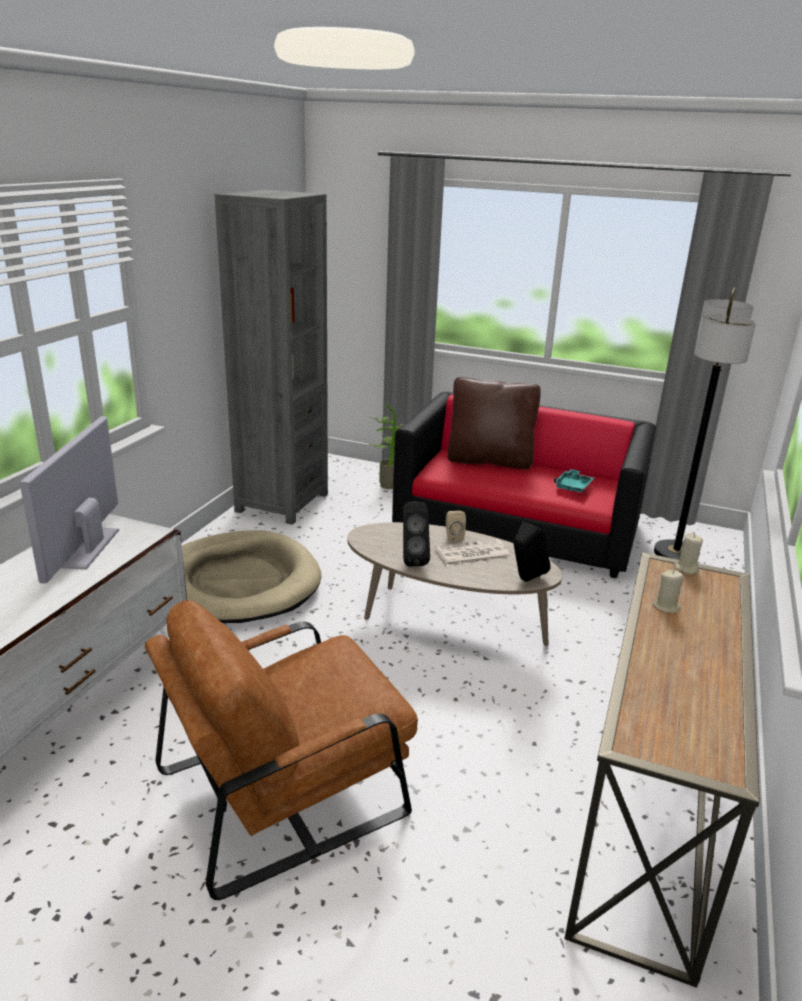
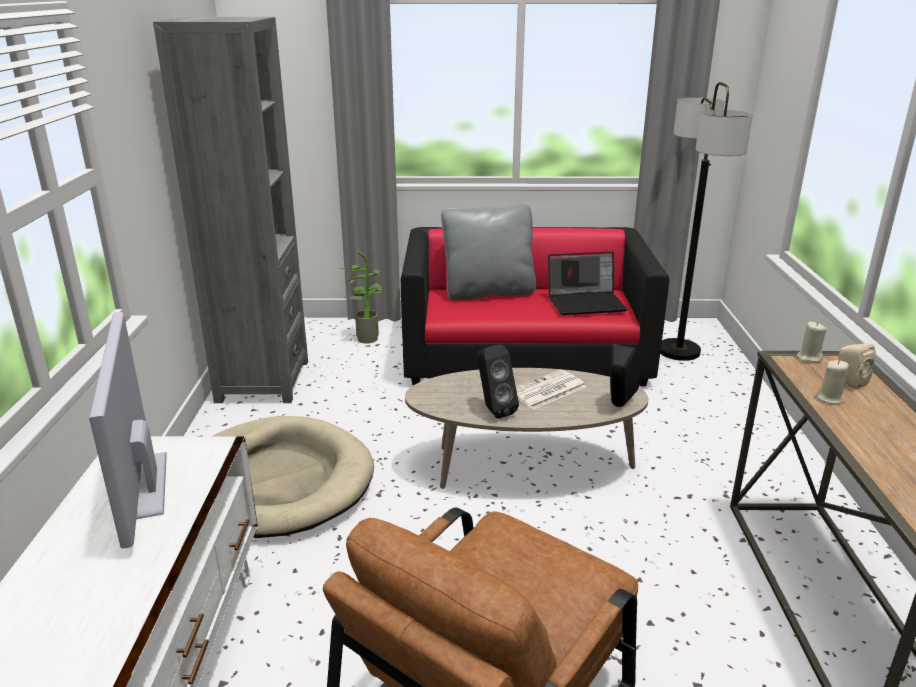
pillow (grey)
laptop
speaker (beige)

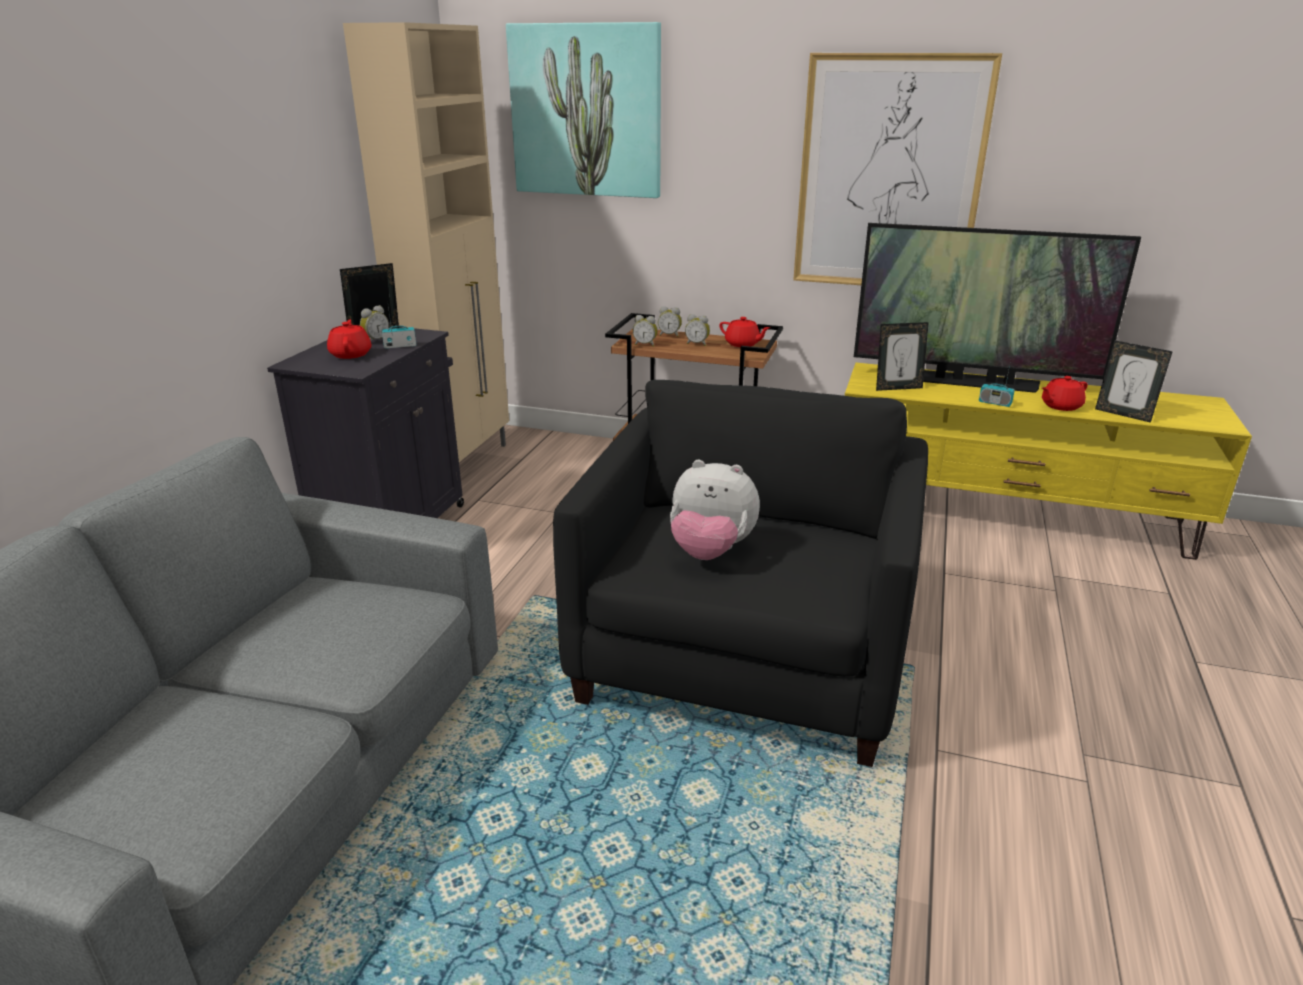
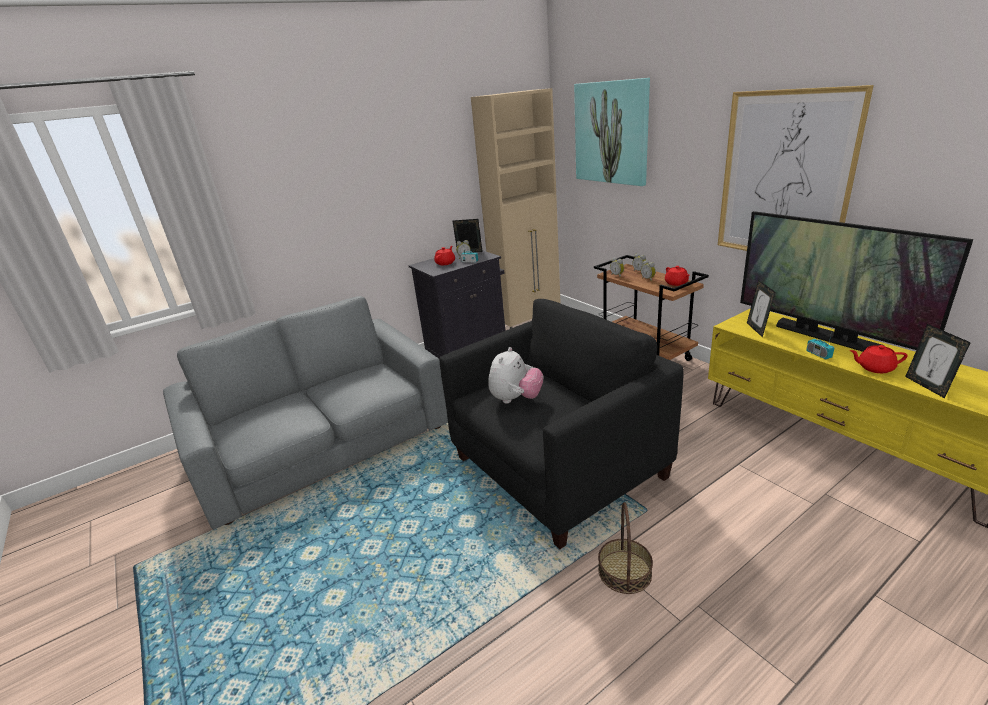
plush toy
basket
picture frame (2nd from left)

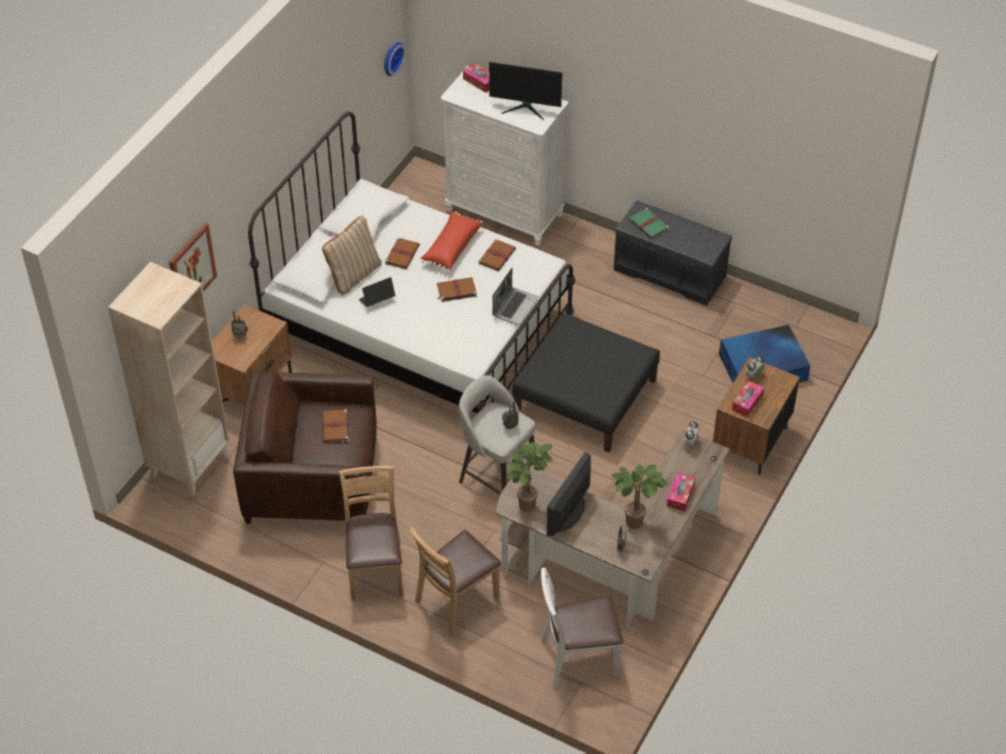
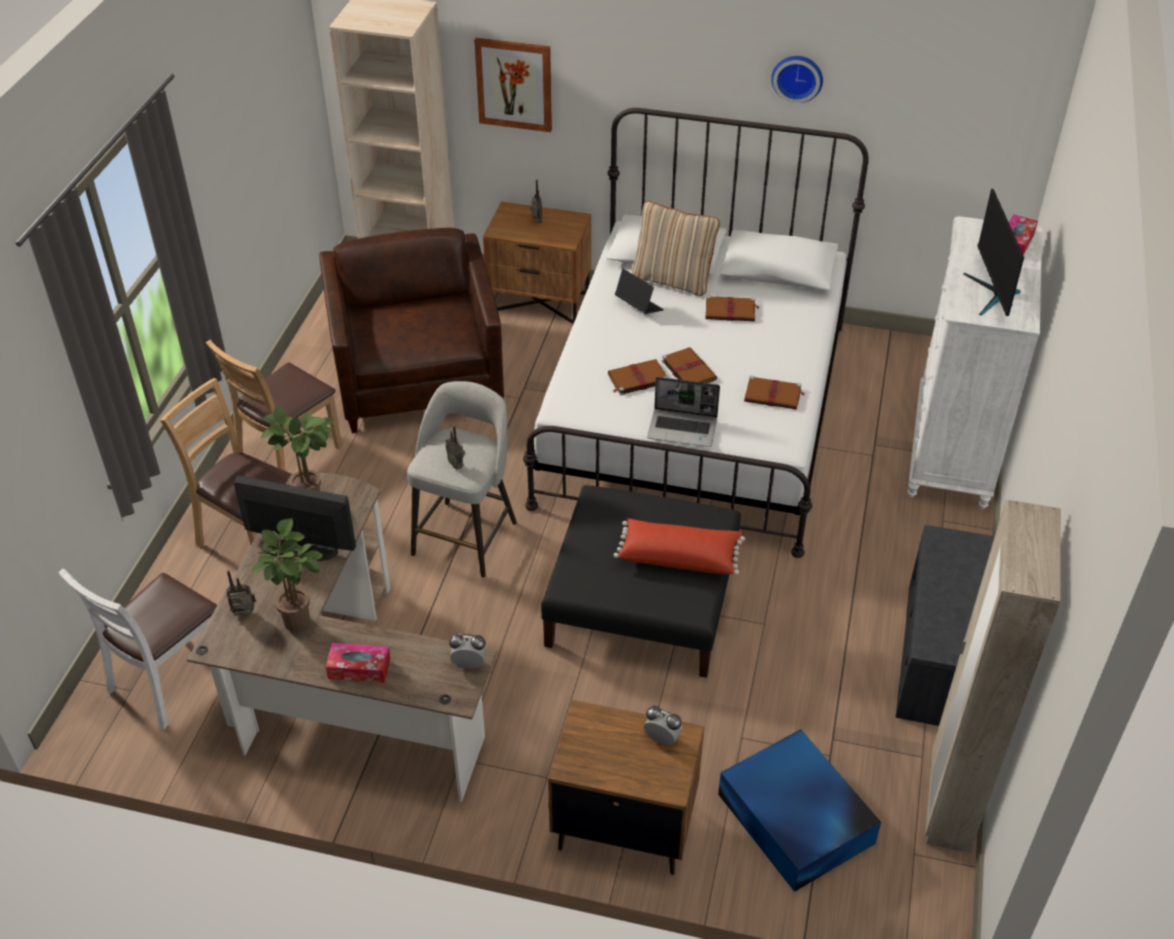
chair (white)
chair (brown) (2nd from left)
book (brown) (1st from left)
pillow (red)
wall clock
wardrobe (beige)
book (green)
tissue box (3rd from left in the first image)

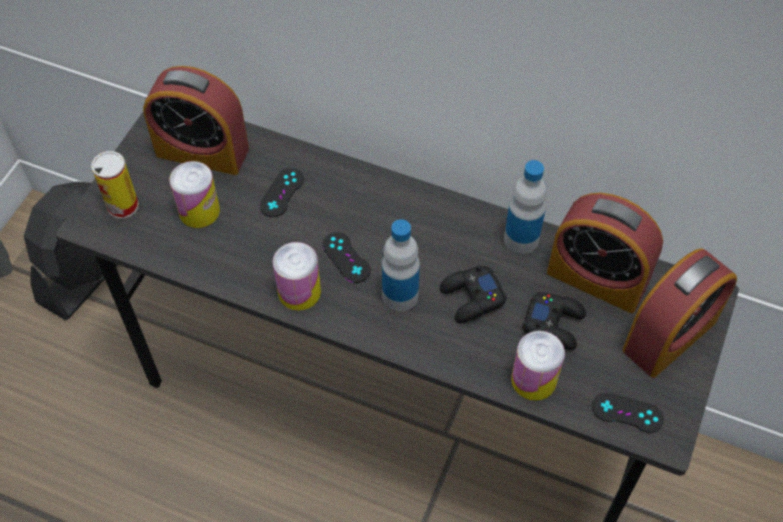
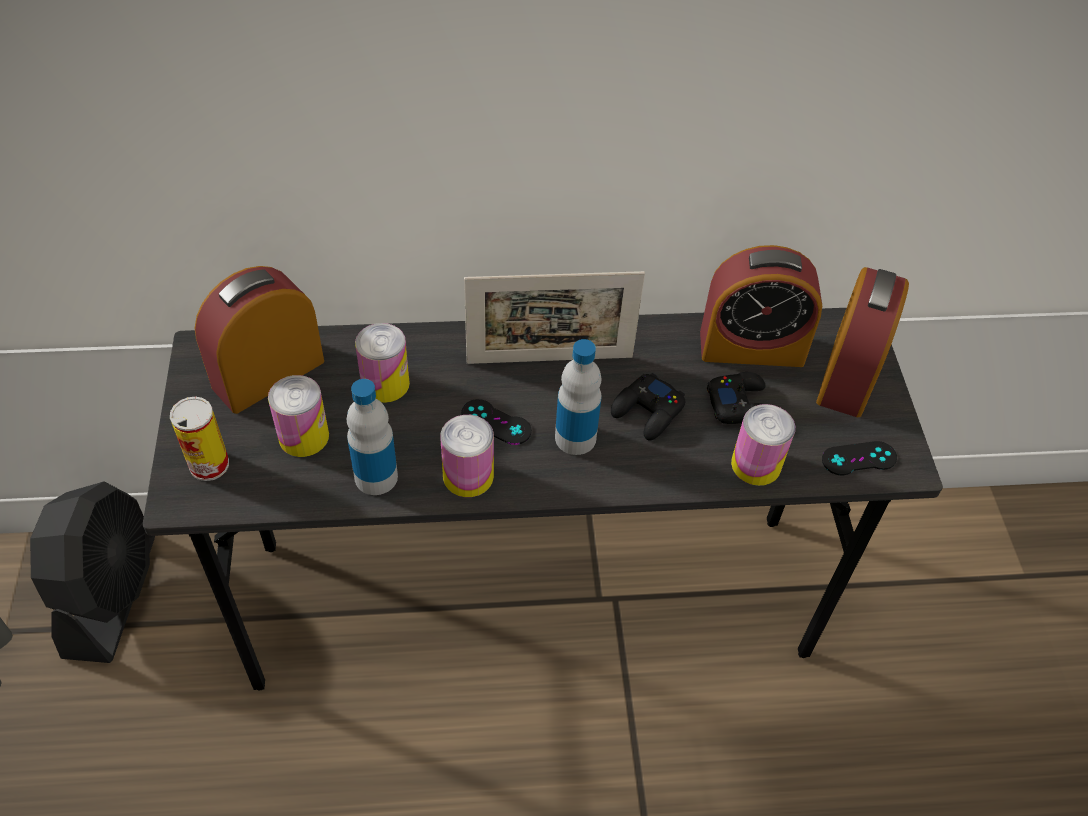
alarm clock (1st from left)
bottle (1st from left)
can (3rd from left)
picture frame

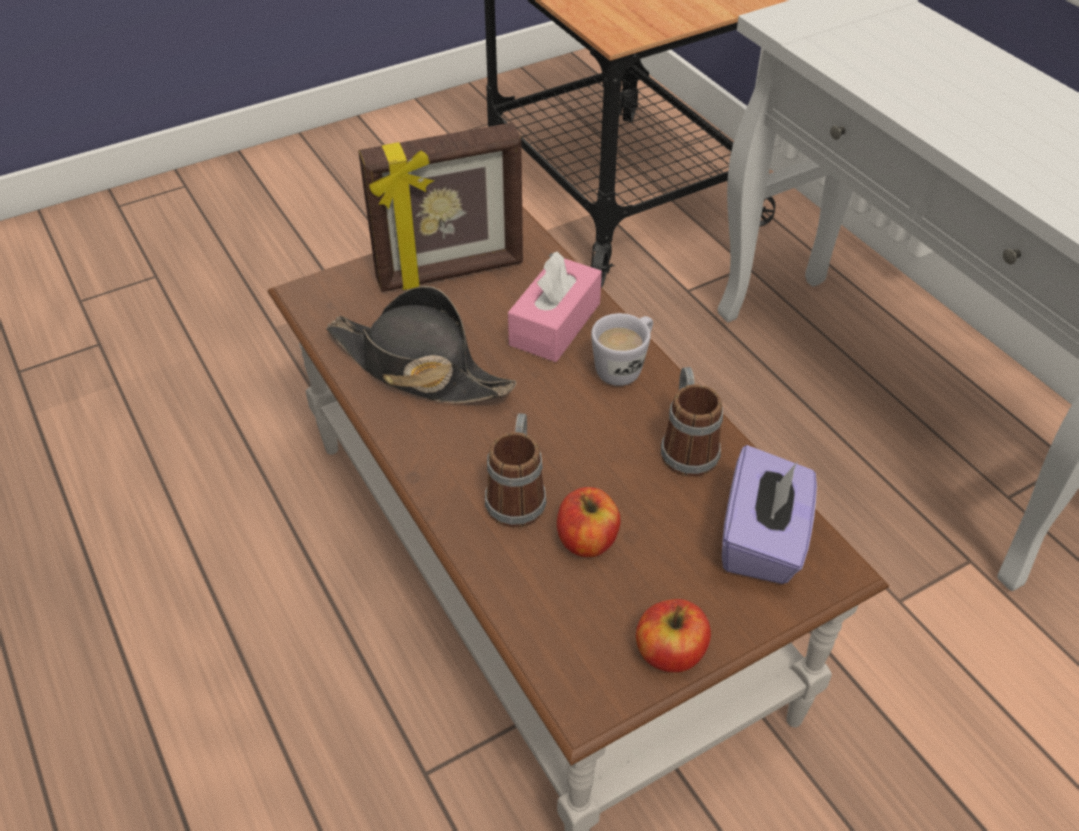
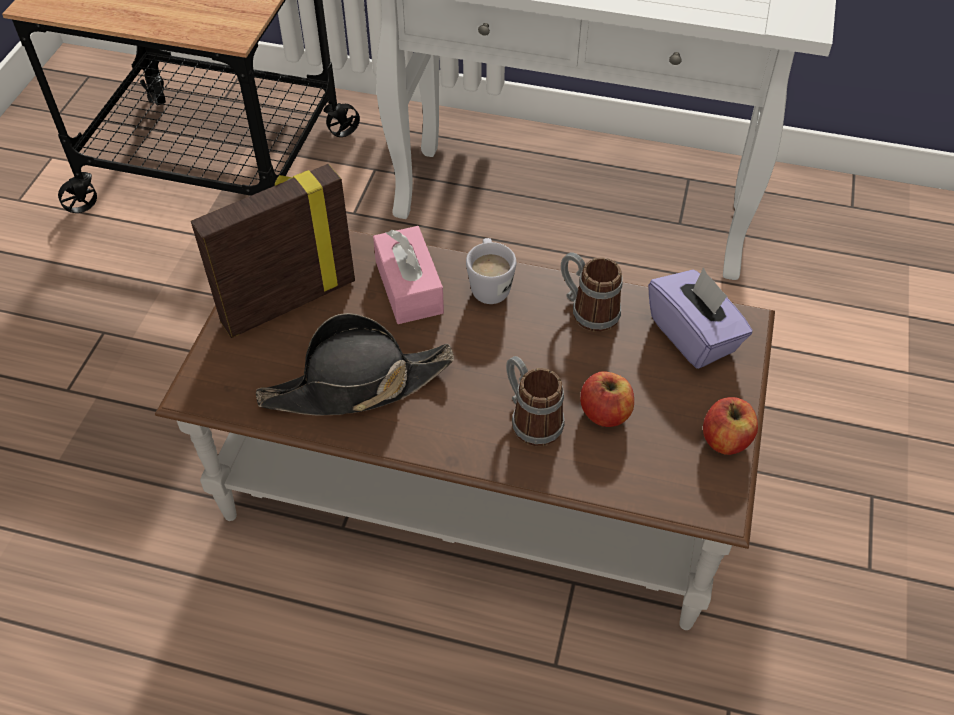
picture frame

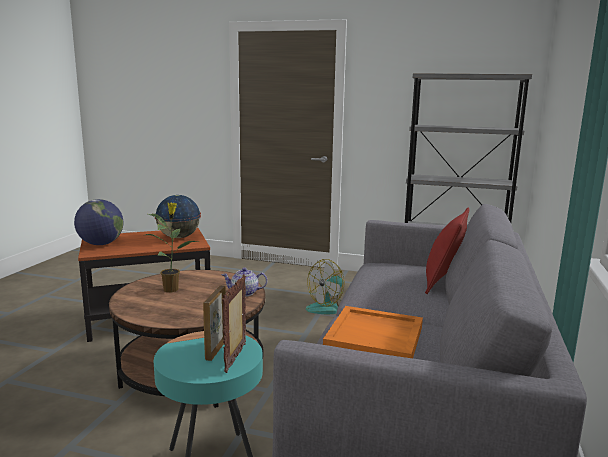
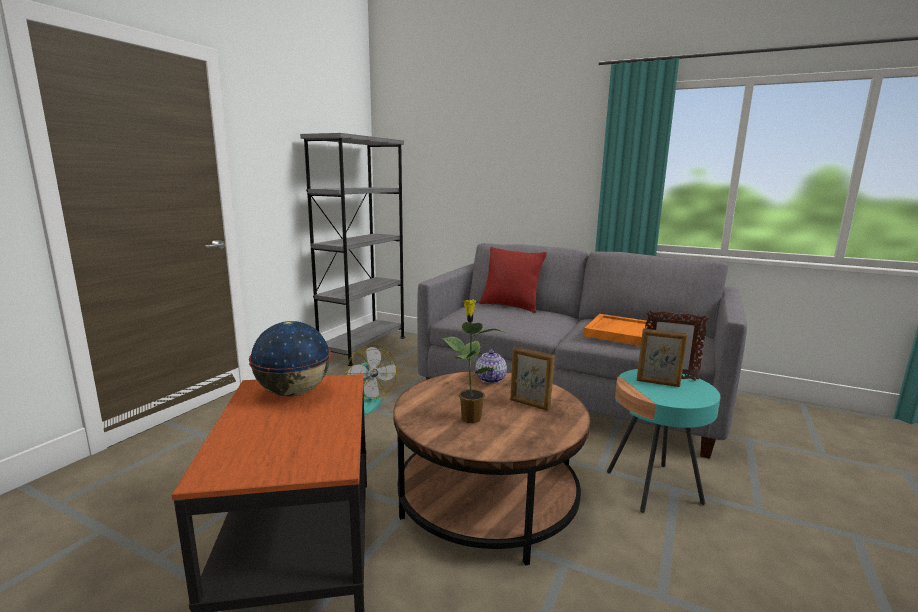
picture frame (1st from left)
globe (1st from left in the first image)

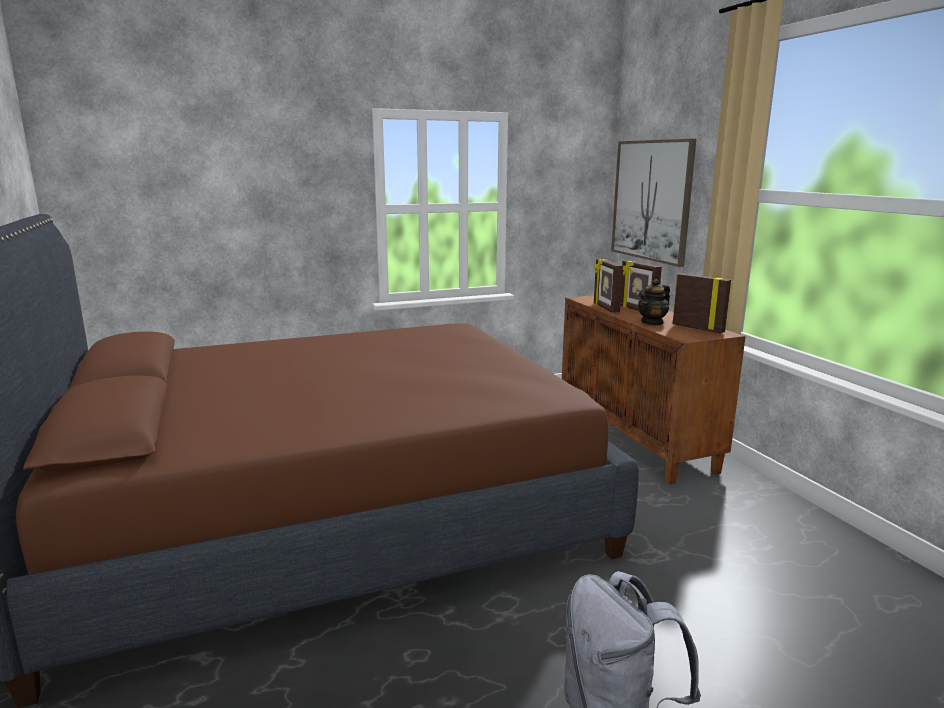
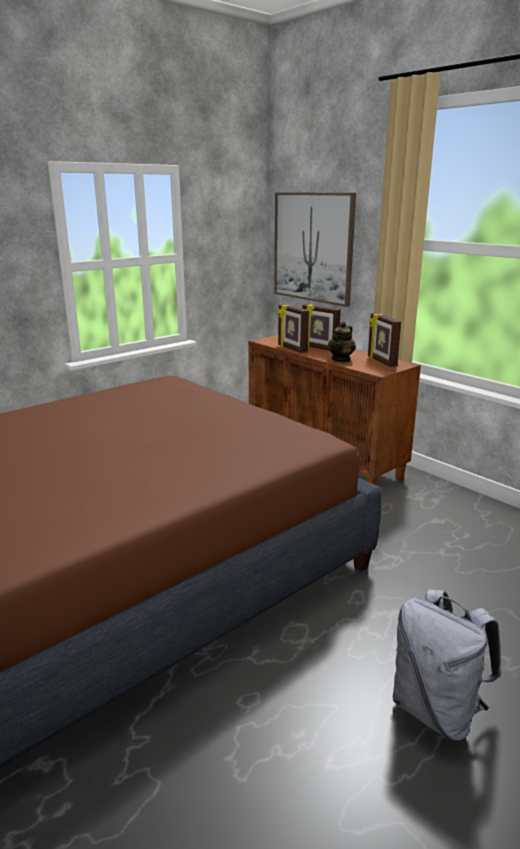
picture frame (3rd from left)

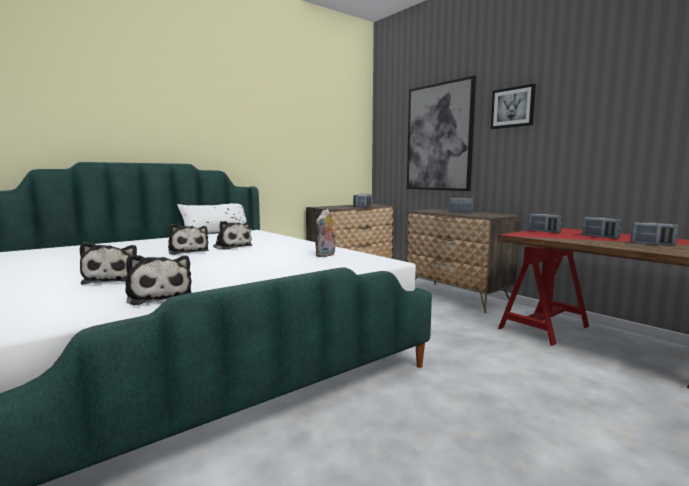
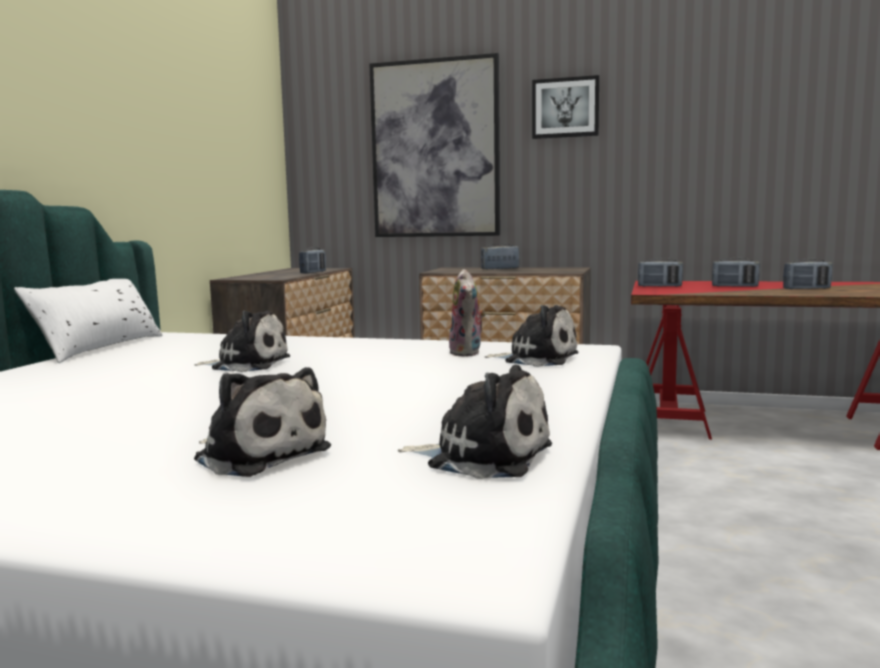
plush toy (5th from left)

